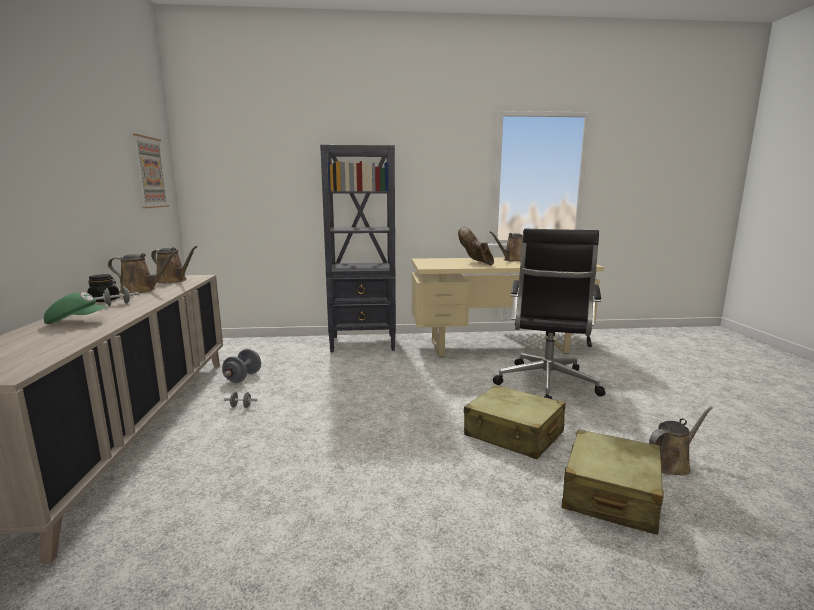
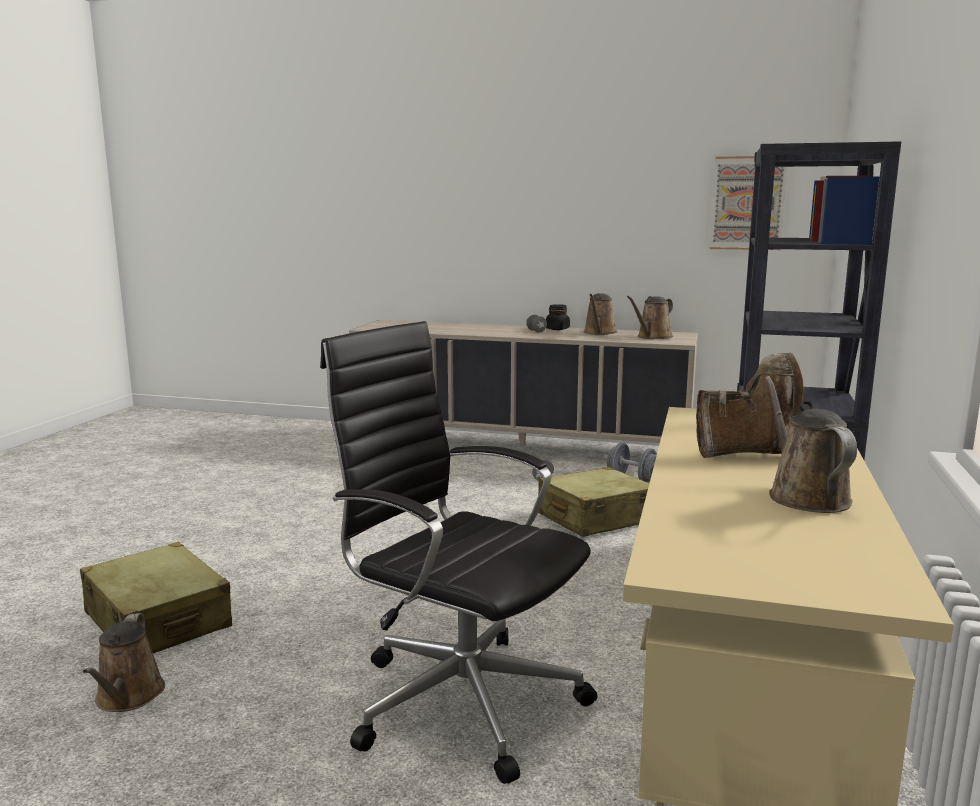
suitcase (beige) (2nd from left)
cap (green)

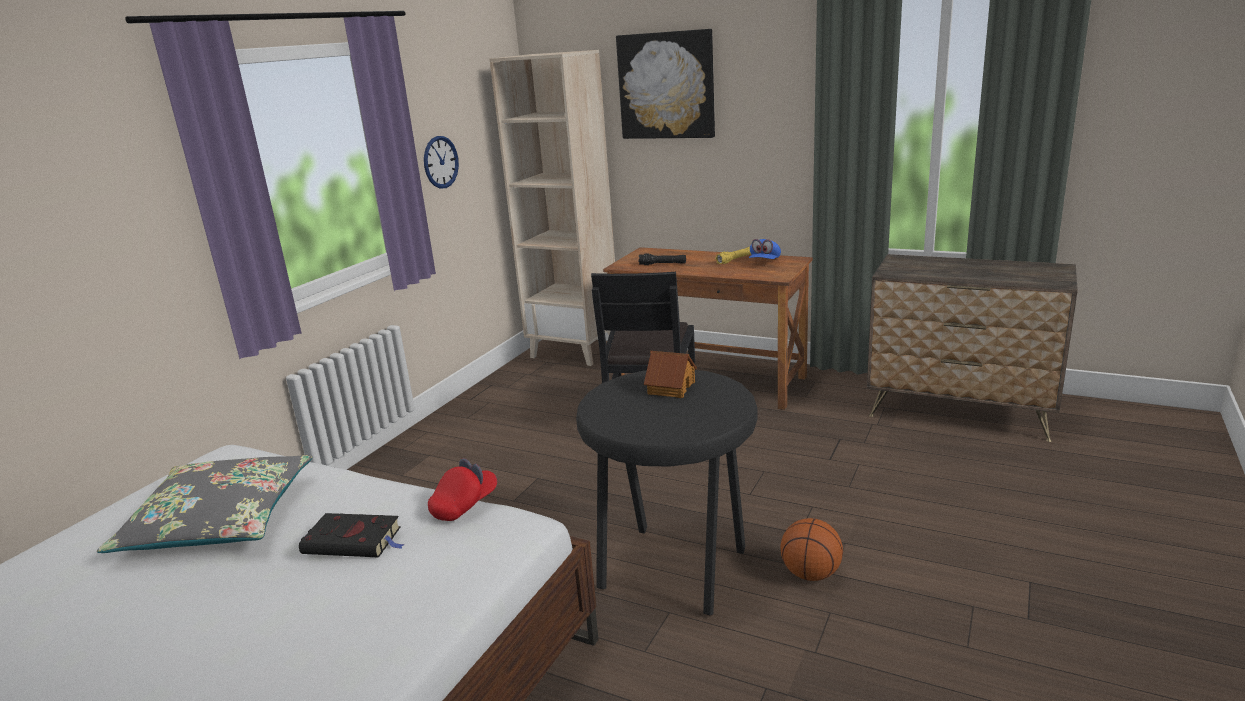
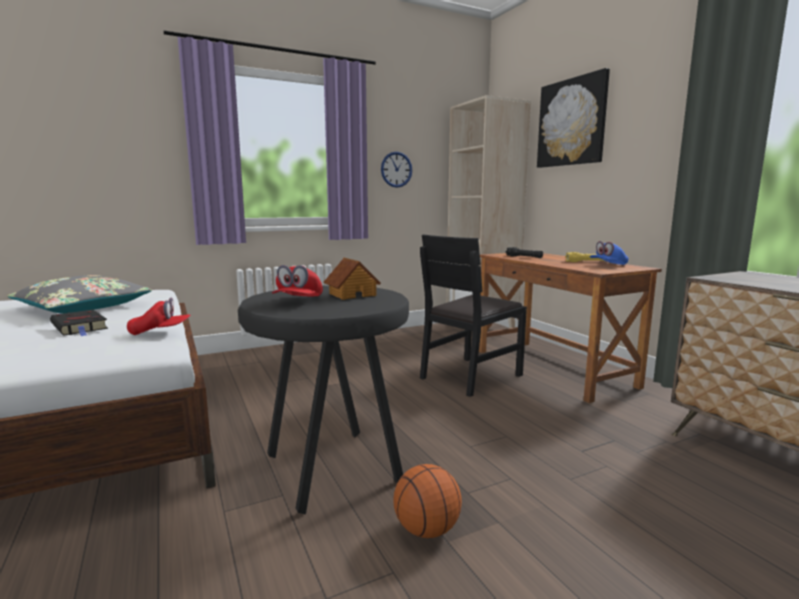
cap (red) (2nd from left)

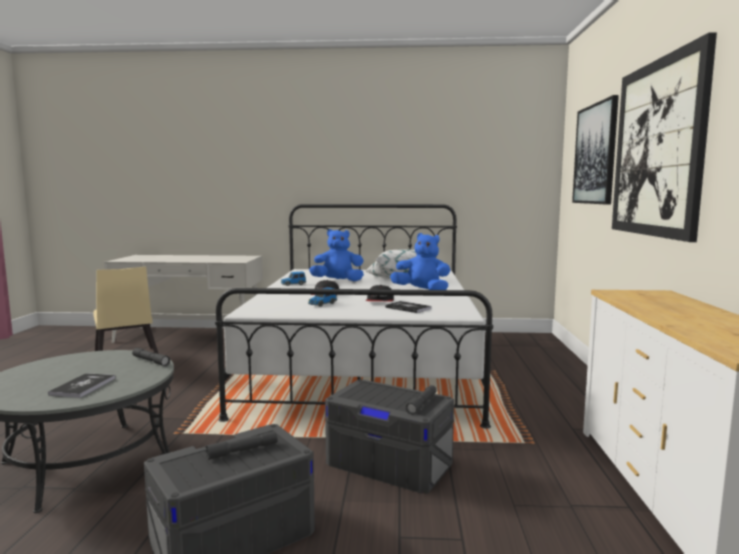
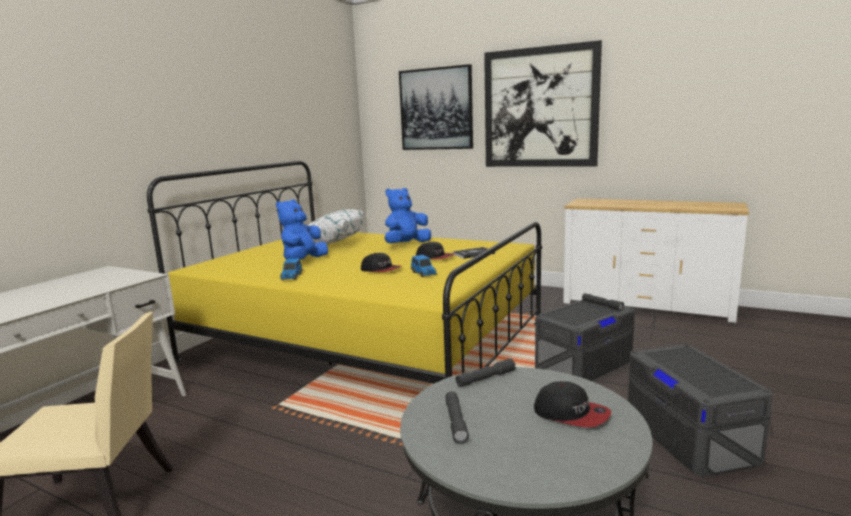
bed (yellow)
flashlight (grey) (1st from left)
cap (3rd from left)

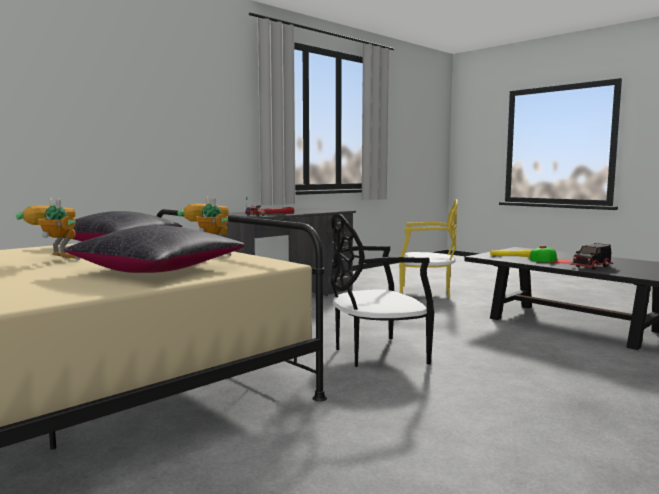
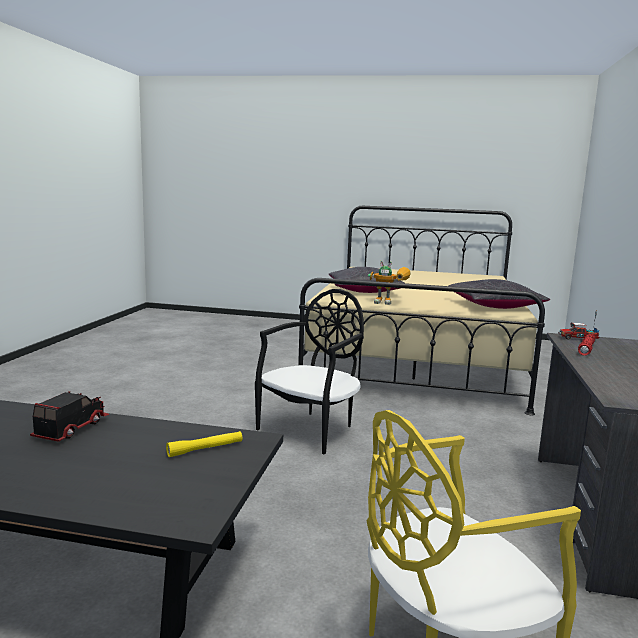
toy robot (1st from left in the first image)
cap

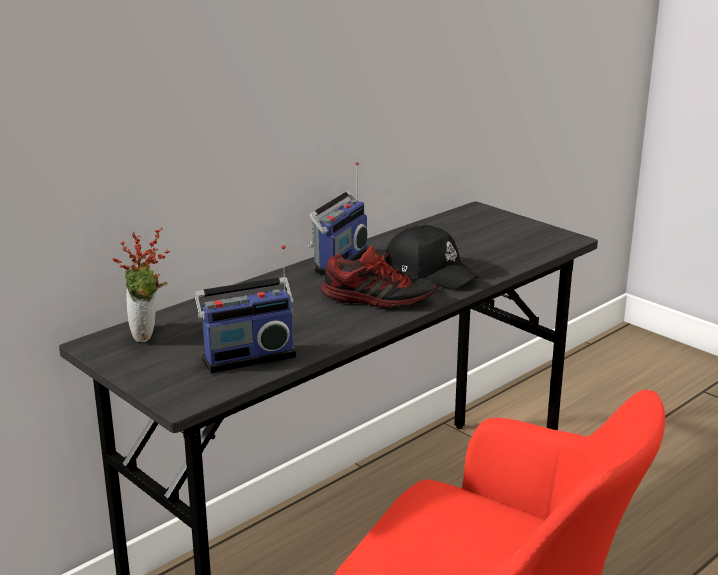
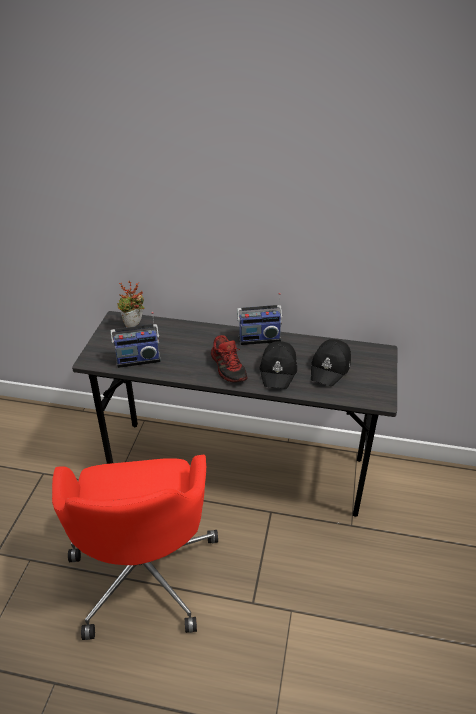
radio (1st from left)
cap (black) (2nd from left)

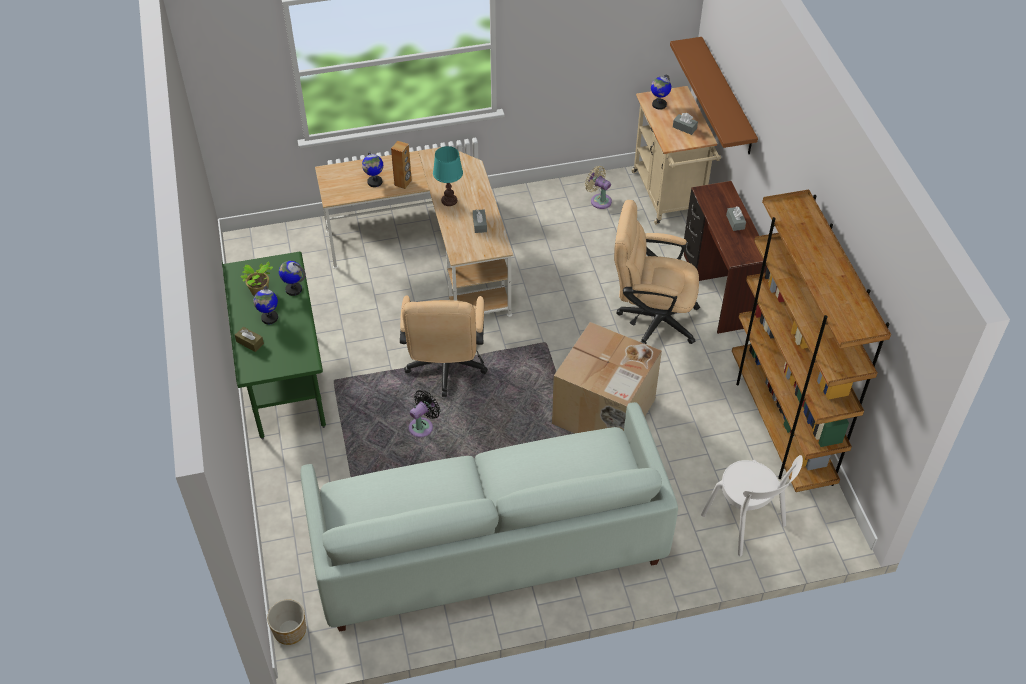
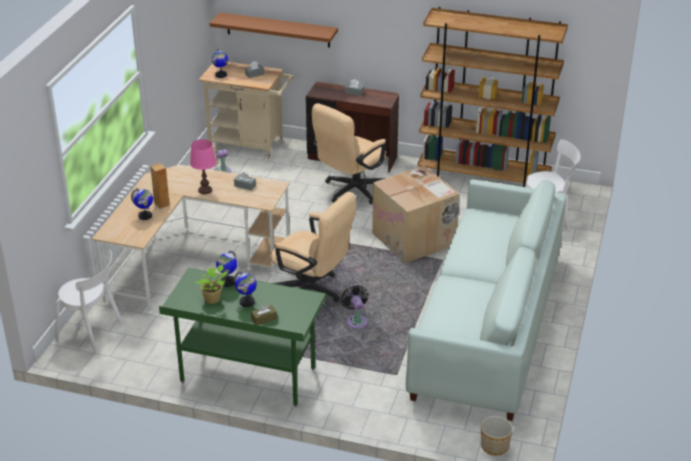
chair (white) (1st from left)
table lamp (pink)

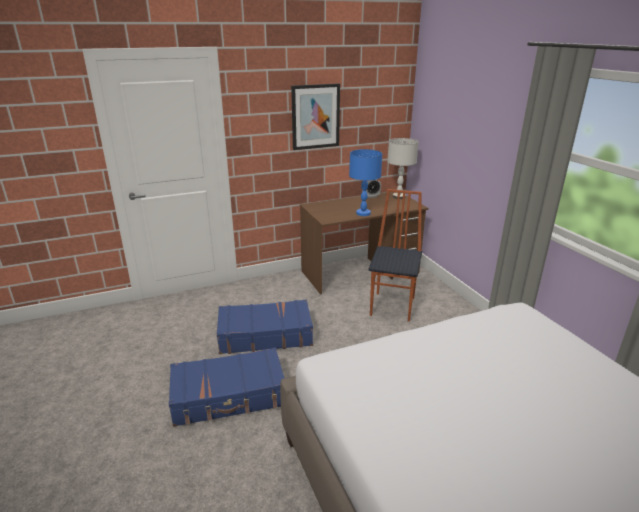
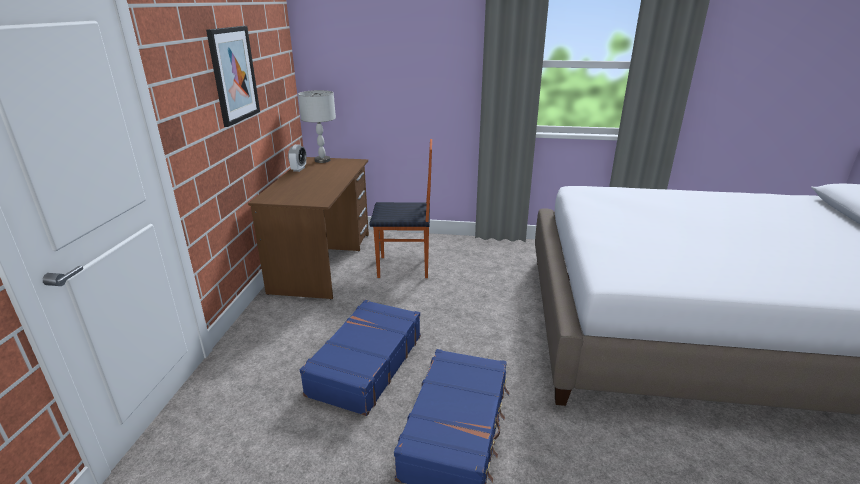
chair
table lamp (blue)

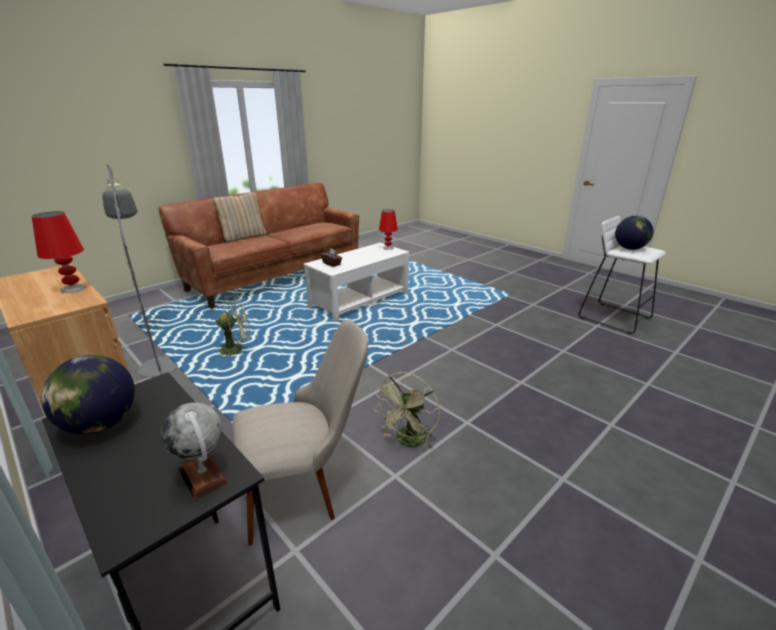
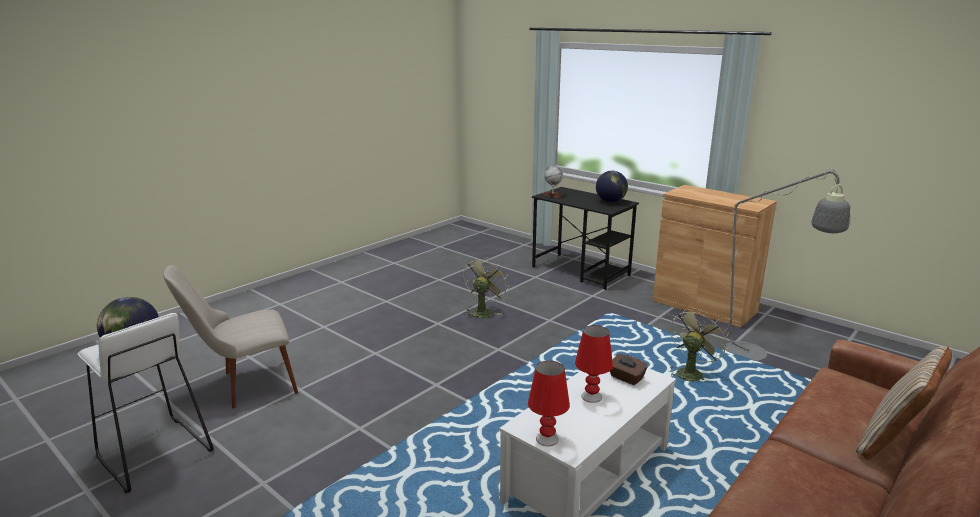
chair (beige)
table lamp (red) (2nd from left)
fan (green) (2nd from left)

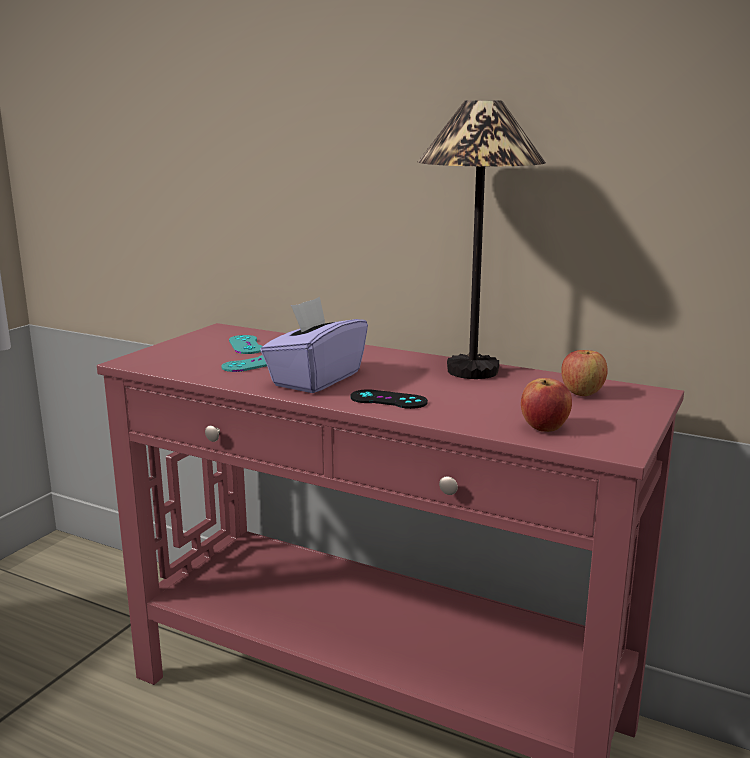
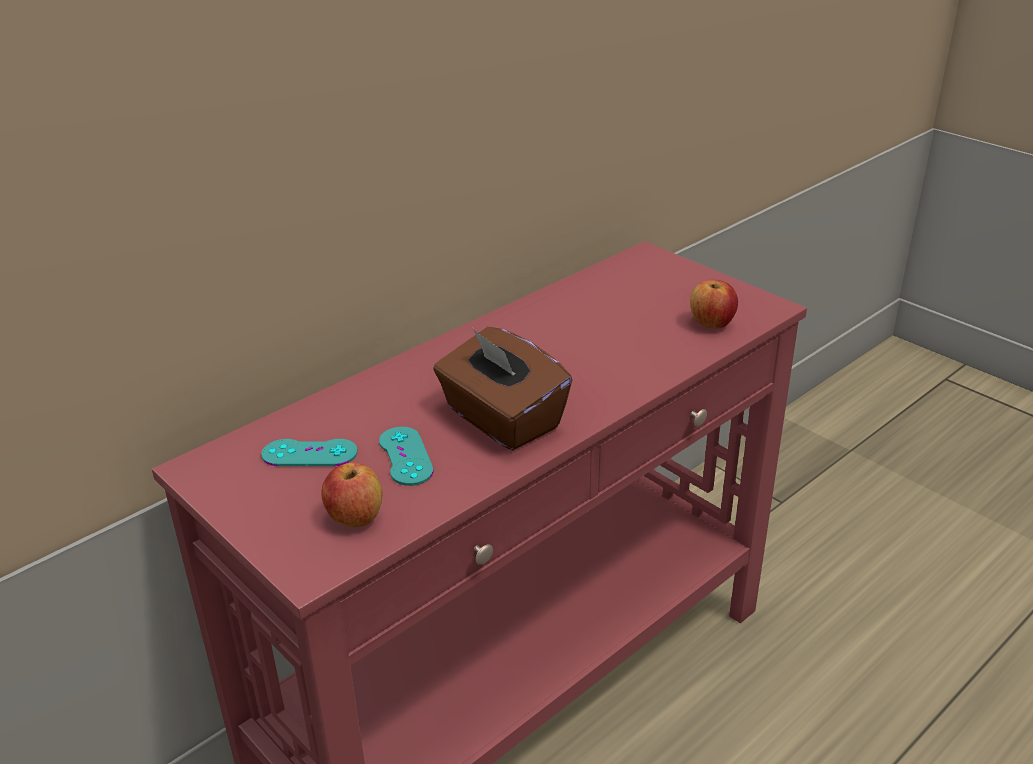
apple (1st from left)
tissue box (brown)
game controller (black)
table lamp

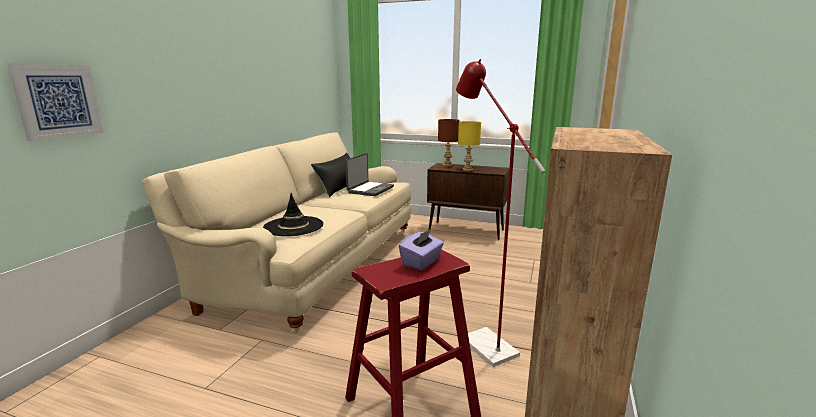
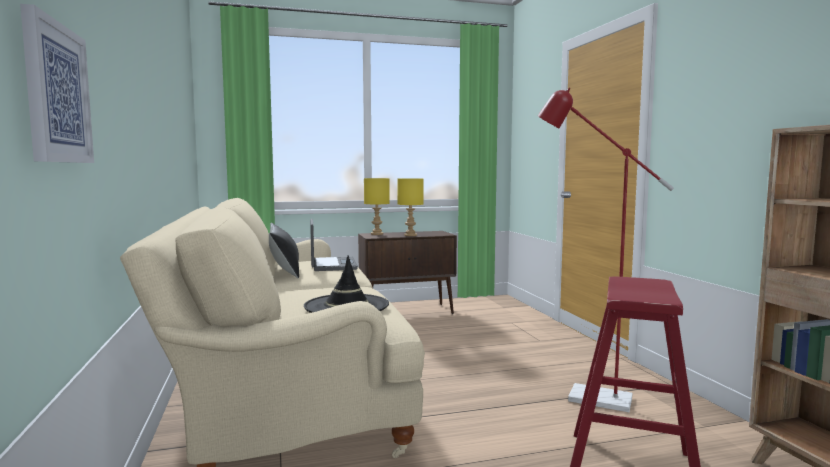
table lamp (yellow) (1st from left)
tissue box (purple)

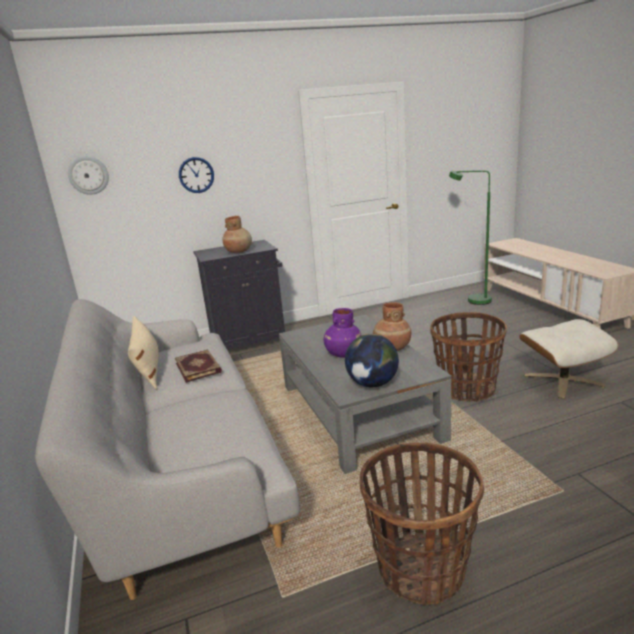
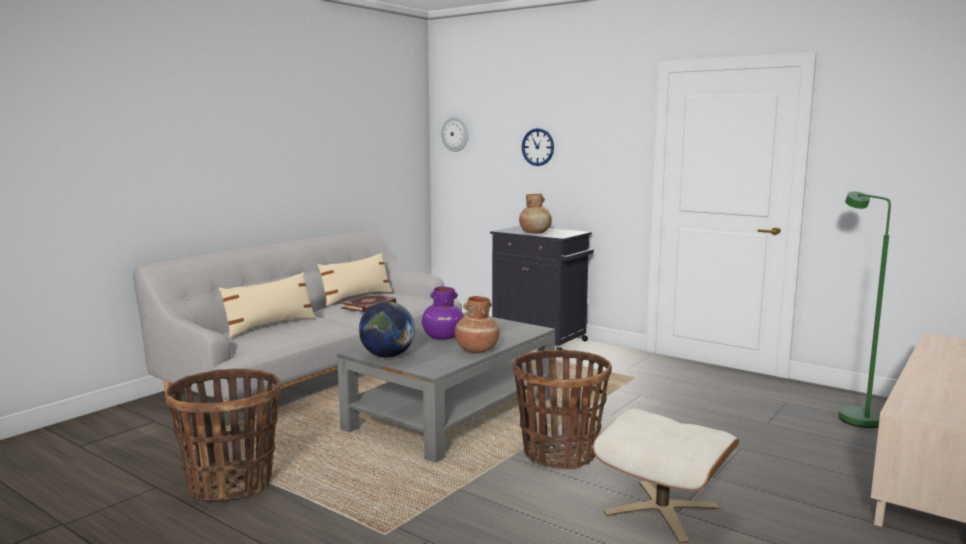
pillow (beige) (1st from left)

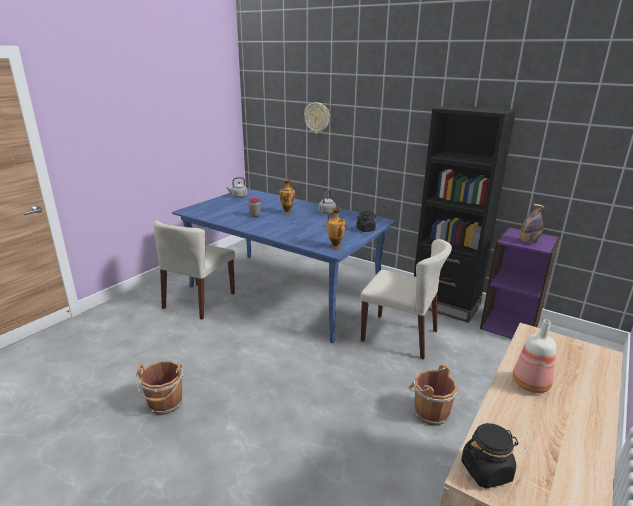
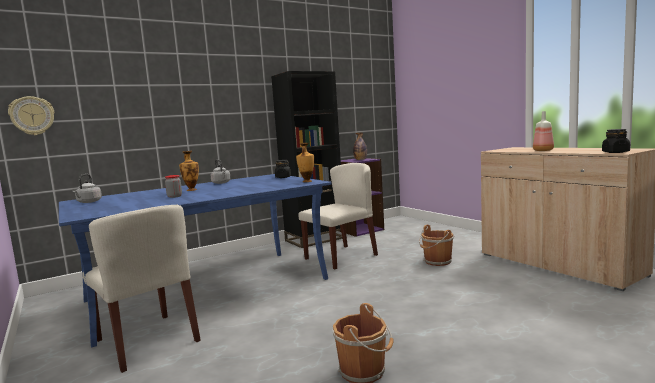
wall clock

